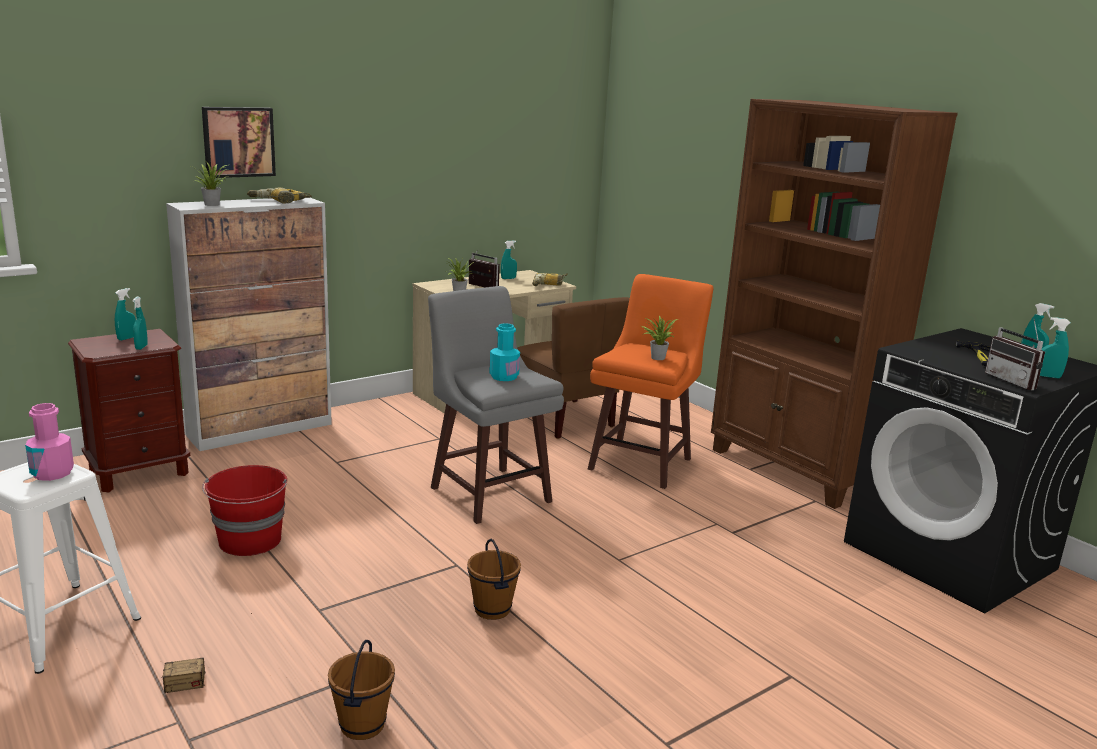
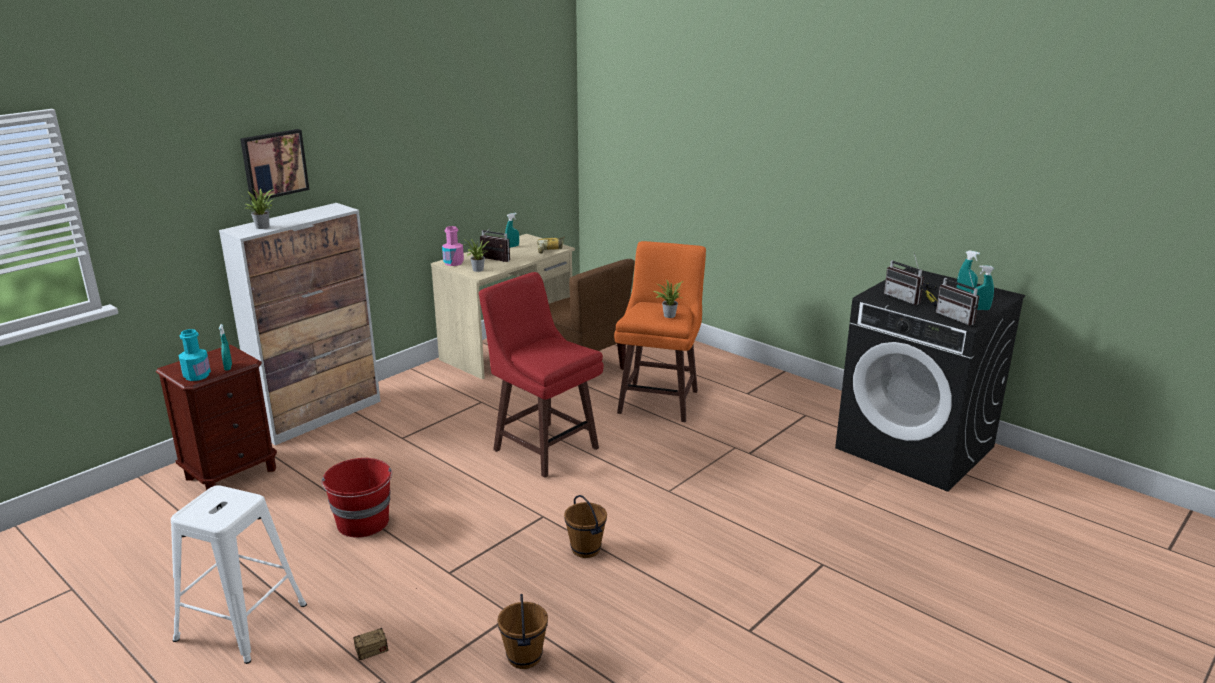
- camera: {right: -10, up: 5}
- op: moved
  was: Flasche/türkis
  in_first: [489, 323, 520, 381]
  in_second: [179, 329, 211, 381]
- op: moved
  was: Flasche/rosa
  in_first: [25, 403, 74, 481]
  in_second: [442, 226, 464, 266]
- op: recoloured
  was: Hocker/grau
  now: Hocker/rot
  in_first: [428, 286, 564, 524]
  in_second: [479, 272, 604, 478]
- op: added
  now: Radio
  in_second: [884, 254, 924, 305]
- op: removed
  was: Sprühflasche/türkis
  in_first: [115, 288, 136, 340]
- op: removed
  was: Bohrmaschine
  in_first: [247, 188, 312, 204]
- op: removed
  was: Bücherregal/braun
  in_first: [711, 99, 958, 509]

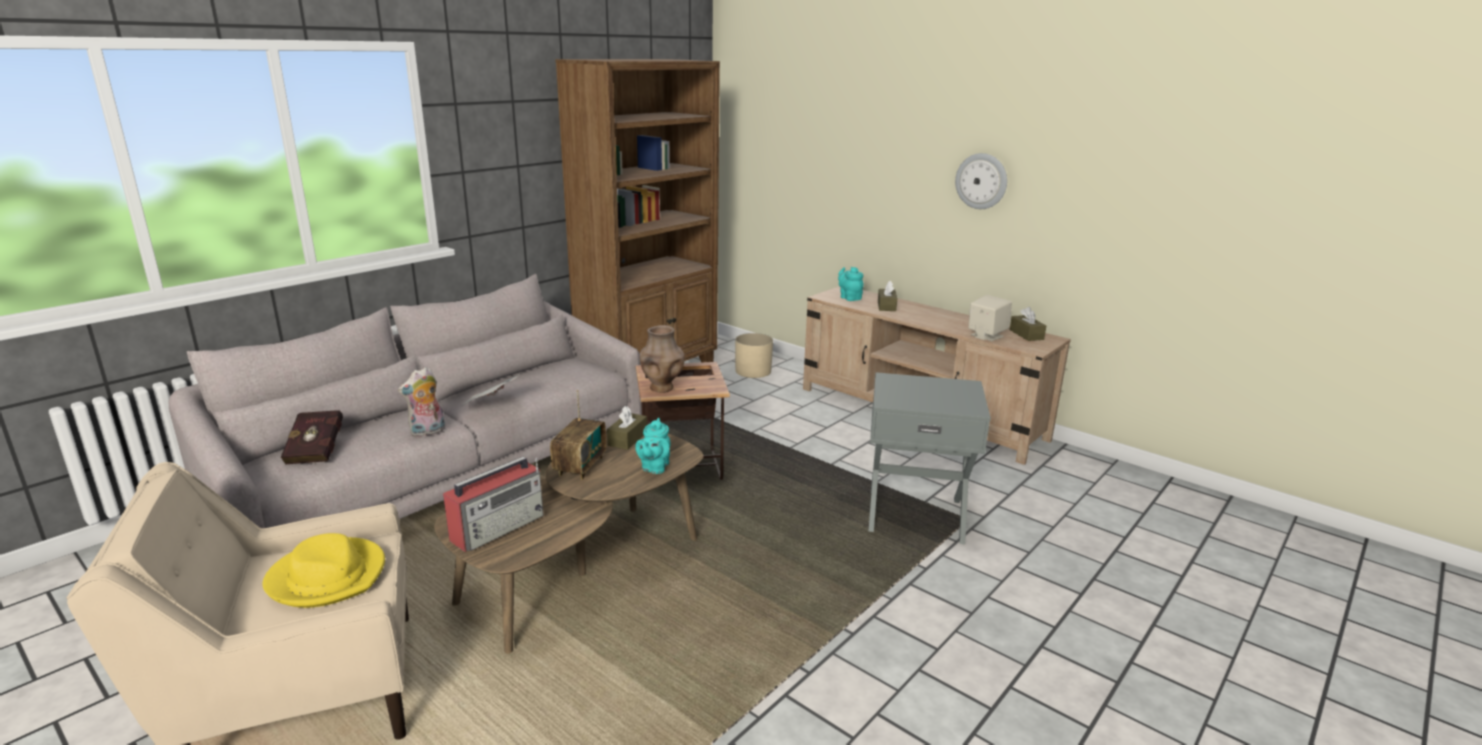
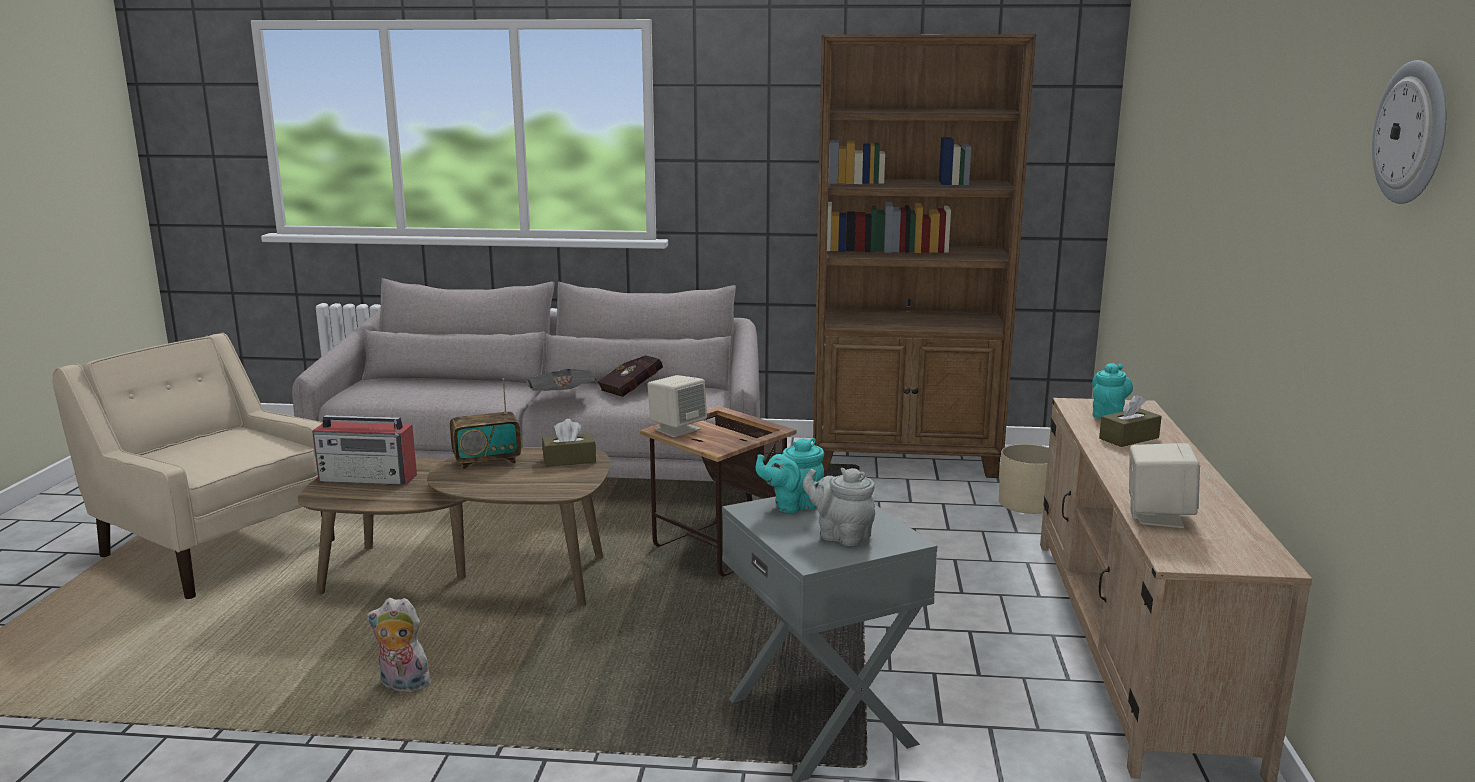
- camera: {right: 55, up: -5}
- op: moved
  was: Plüschtier
  in_first: [398, 367, 445, 437]
  in_second: [367, 598, 435, 692]
- op: moved
  was: Buch/rot
  in_first: [281, 410, 343, 465]
  in_second: [598, 355, 663, 397]
- op: replaced
  was: Vase/braun
  now: Lautsprecher/beige
  in_first: [640, 325, 684, 393]
  in_second: [647, 375, 707, 437]
- op: moved
  was: Teekanne/türkis
  in_first: [635, 418, 671, 474]
  in_second: [756, 438, 824, 513]
- op: added
  now: Teekanne/grau
  in_second: [803, 468, 875, 546]
- op: moved
  was: Wanduhr
  in_first: [955, 153, 1007, 209]
  in_second: [1372, 60, 1447, 204]
- op: removed
  was: Hut/gelb
  in_first: [263, 533, 385, 608]
- op: removed
  was: Taschentuchbox/braun
  in_first: [1010, 307, 1046, 341]

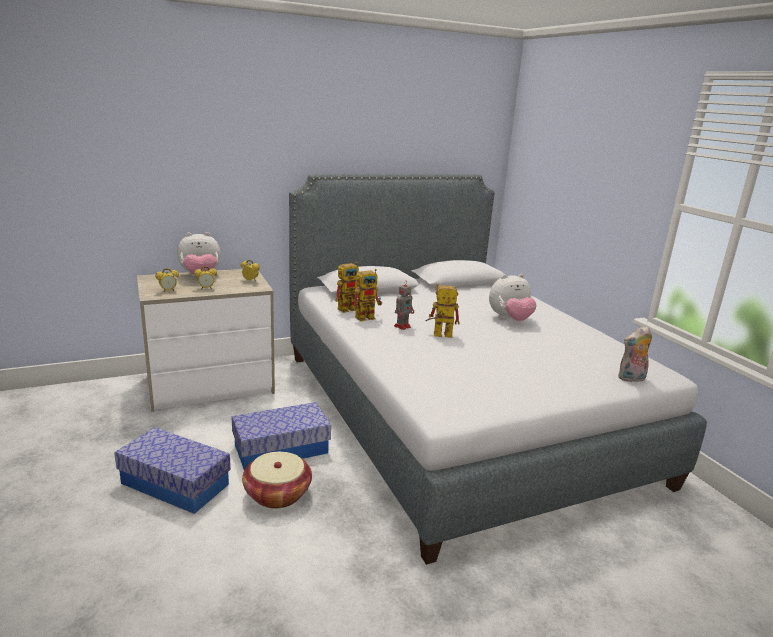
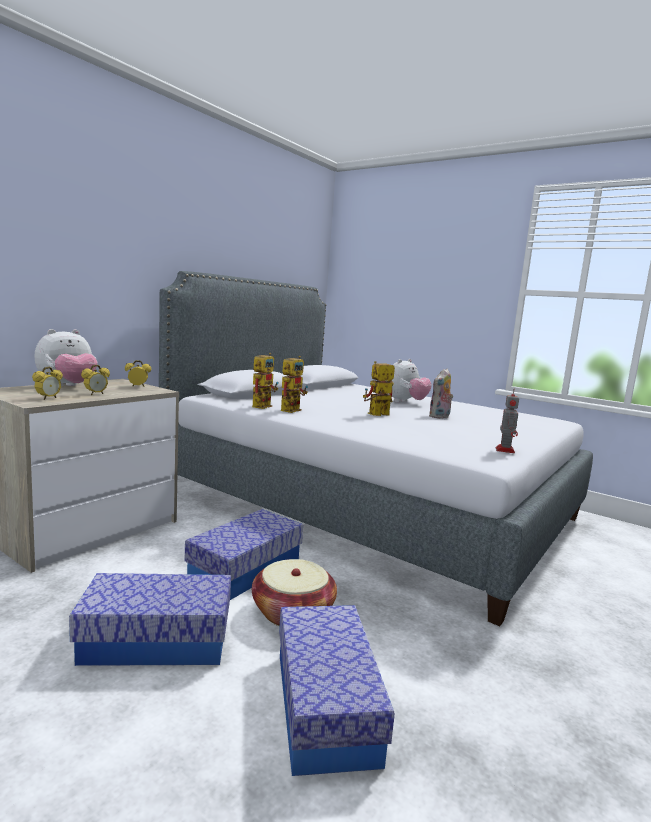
- camera: {right: -30, up: -10}
- op: added
  now: Aufbewahrungsbox
  in_second: [279, 605, 395, 776]
- op: moved
  was: Plüschtier
  in_first: [618, 326, 652, 382]
  in_second: [429, 369, 453, 419]
- op: moved
  was: Spielzeugroboter
  in_first: [394, 280, 414, 330]
  in_second: [496, 390, 519, 453]

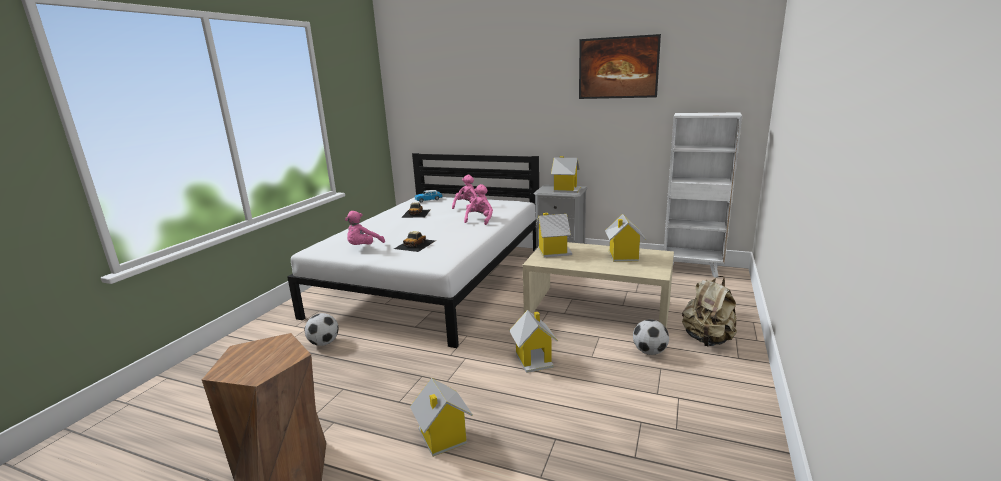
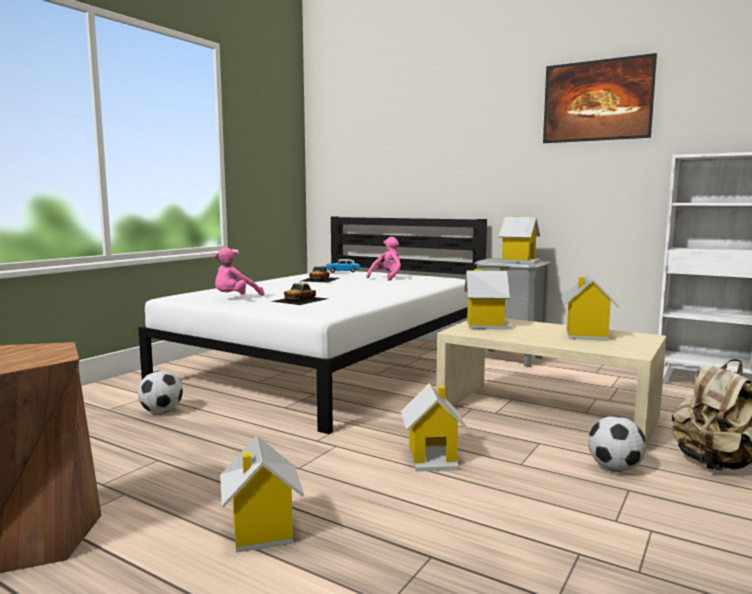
- camera: {right: 10, up: -10}
- op: removed
  was: Plüschtier/rosa
  in_first: [464, 184, 493, 225]

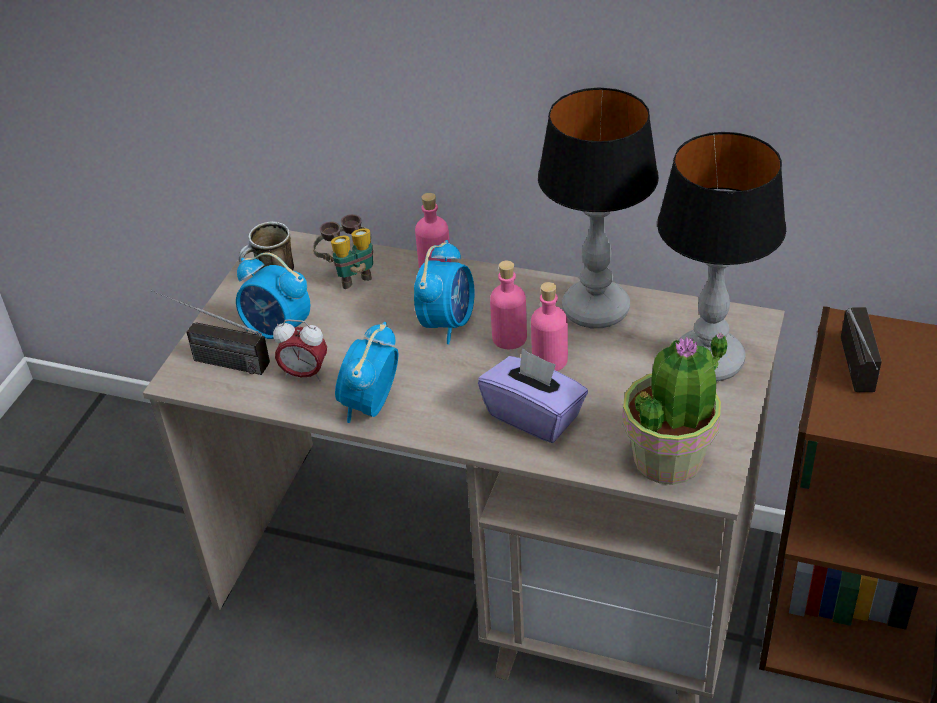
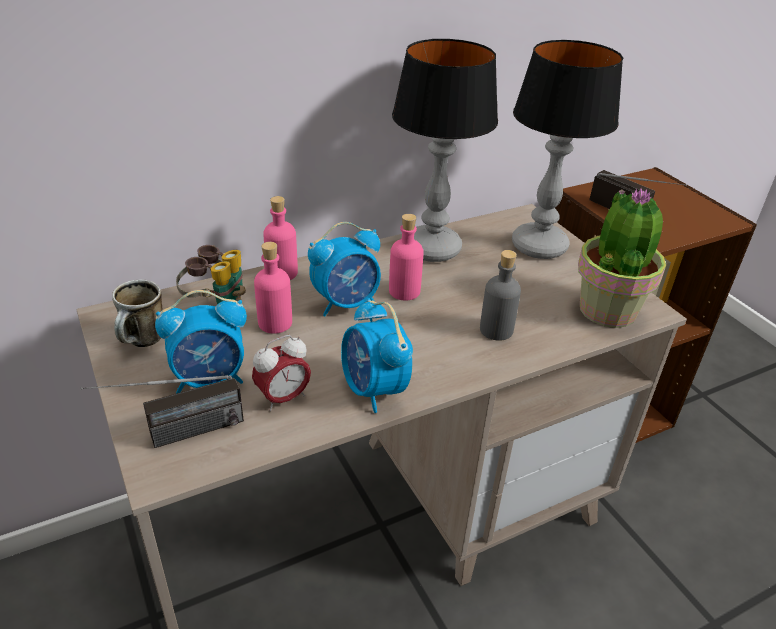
- camera: {right: -50, up: -5}
- op: moved
  was: Flasche/rosa
  in_first: [531, 282, 568, 371]
  in_second: [254, 242, 292, 334]
- op: turned
  was: Wecker
  in_first: [414, 240, 475, 344]
  in_second: [308, 222, 381, 316]
  clockwise: 90
- op: replaced
  was: Taschentuchbox/lila
  now: Flasche/grau
  in_first: [478, 348, 588, 443]
  in_second: [480, 250, 521, 341]

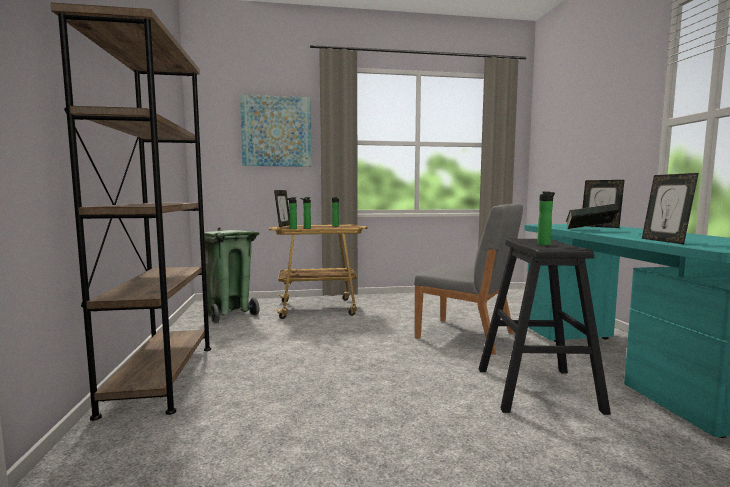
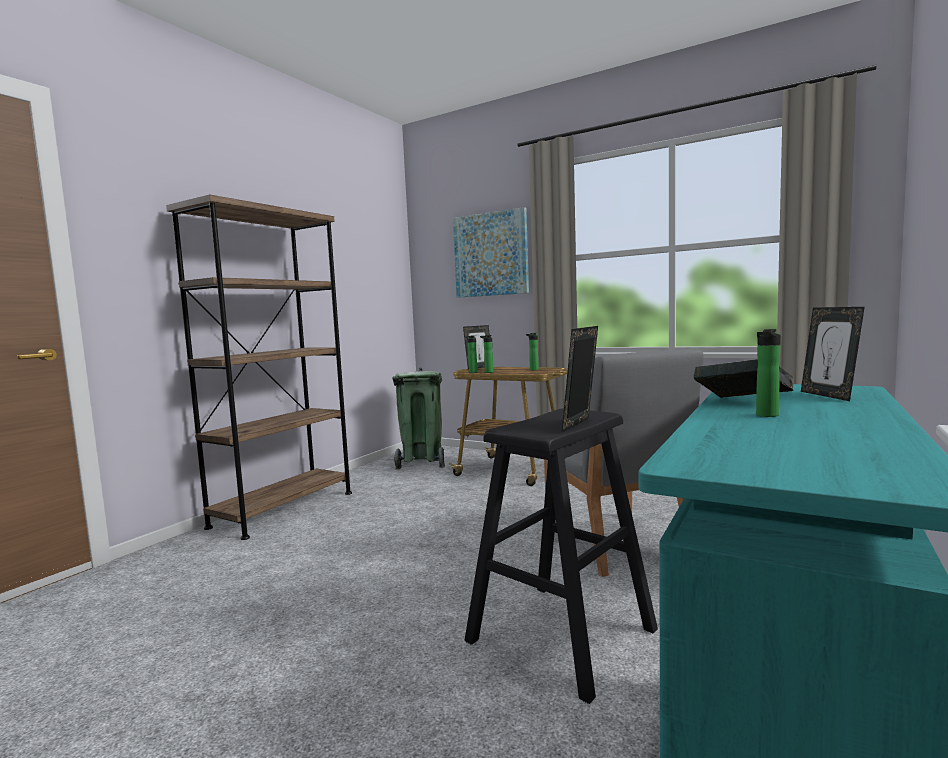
- camera: {right: 40, up: 0}
- op: moved
  was: Bilderrahmen
  in_first: [642, 173, 699, 244]
  in_second: [562, 326, 598, 432]
- op: moved
  was: Flasche
  in_first: [537, 191, 555, 245]
  in_second: [756, 329, 781, 417]

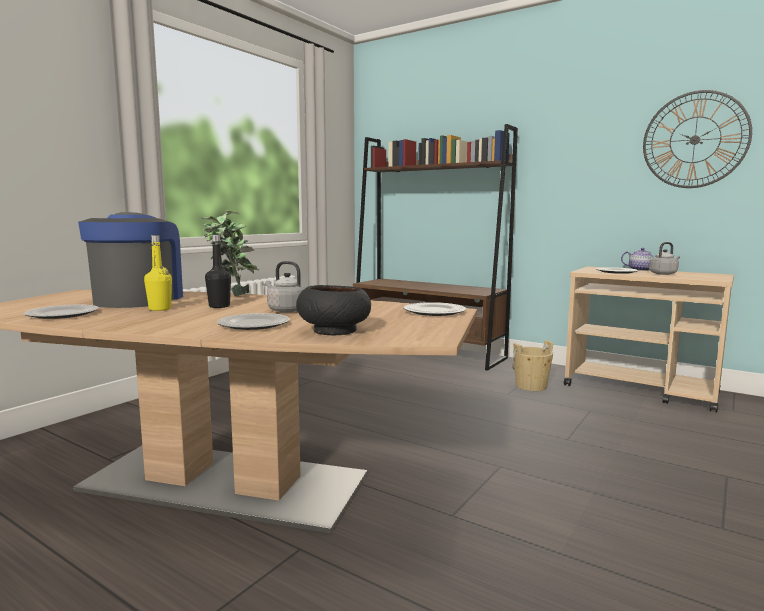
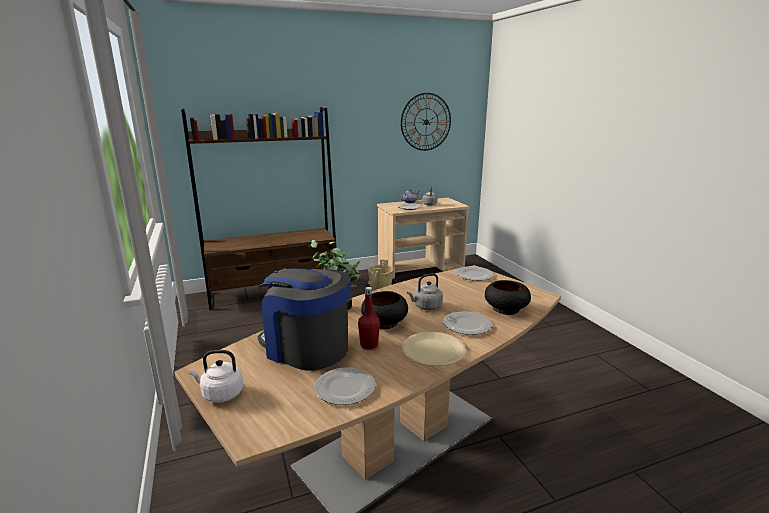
- camera: {right: -55, up: 10}
- op: added
  now: Wasserkessel/weiß
  in_second: [189, 350, 243, 402]
- op: recoloured
  was: Flasche/gelb
  now: Flasche/rot
  in_first: [144, 235, 172, 311]
  in_second: [358, 287, 380, 350]
- op: replaced
  was: Flasche/schwarz
  now: Schüssel/schwarz
  in_first: [205, 235, 231, 308]
  in_second: [361, 291, 408, 329]
- op: added
  now: Teller/beige
  in_second: [402, 332, 466, 366]

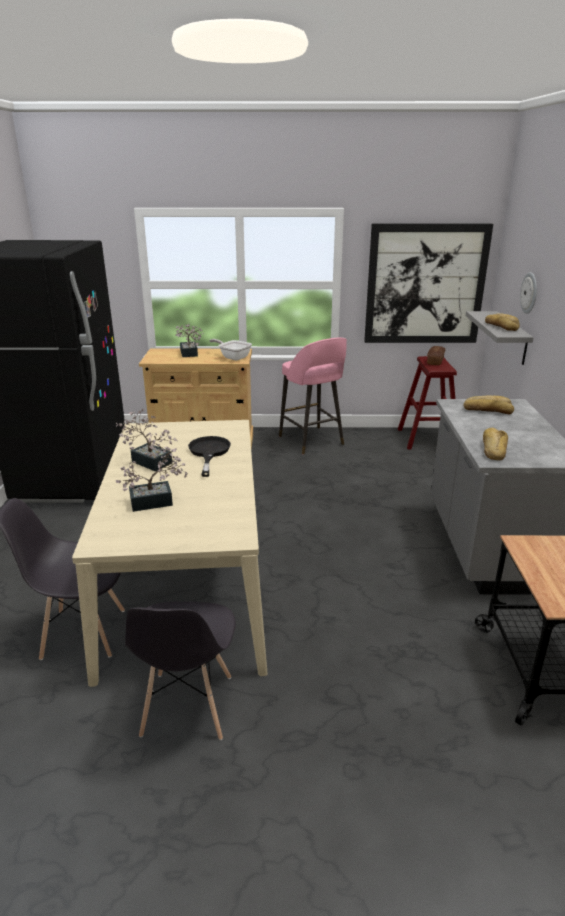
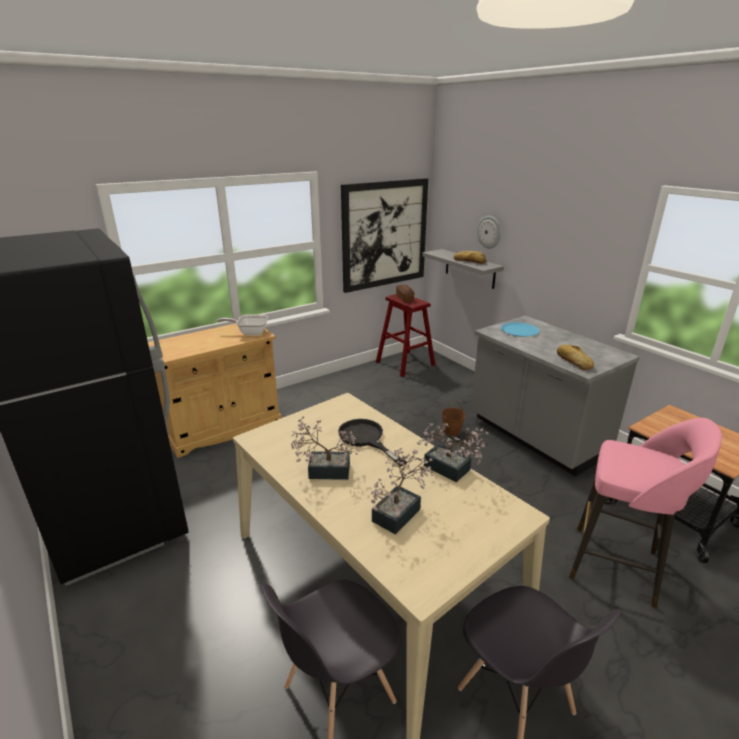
- camera: {right: -35, up: 0}
- op: moved
  was: Topfpflanze
  in_first: [175, 324, 204, 357]
  in_second: [417, 423, 489, 482]
- op: added
  now: Eimer/braun
  in_second: [442, 401, 466, 436]
- op: replaced
  was: Brot
  now: Teller/blau
  in_first: [463, 395, 514, 414]
  in_second: [501, 322, 539, 337]
- op: moved
  was: Hocker/rosa
  in_first: [279, 338, 347, 455]
  in_second: [569, 418, 722, 608]

